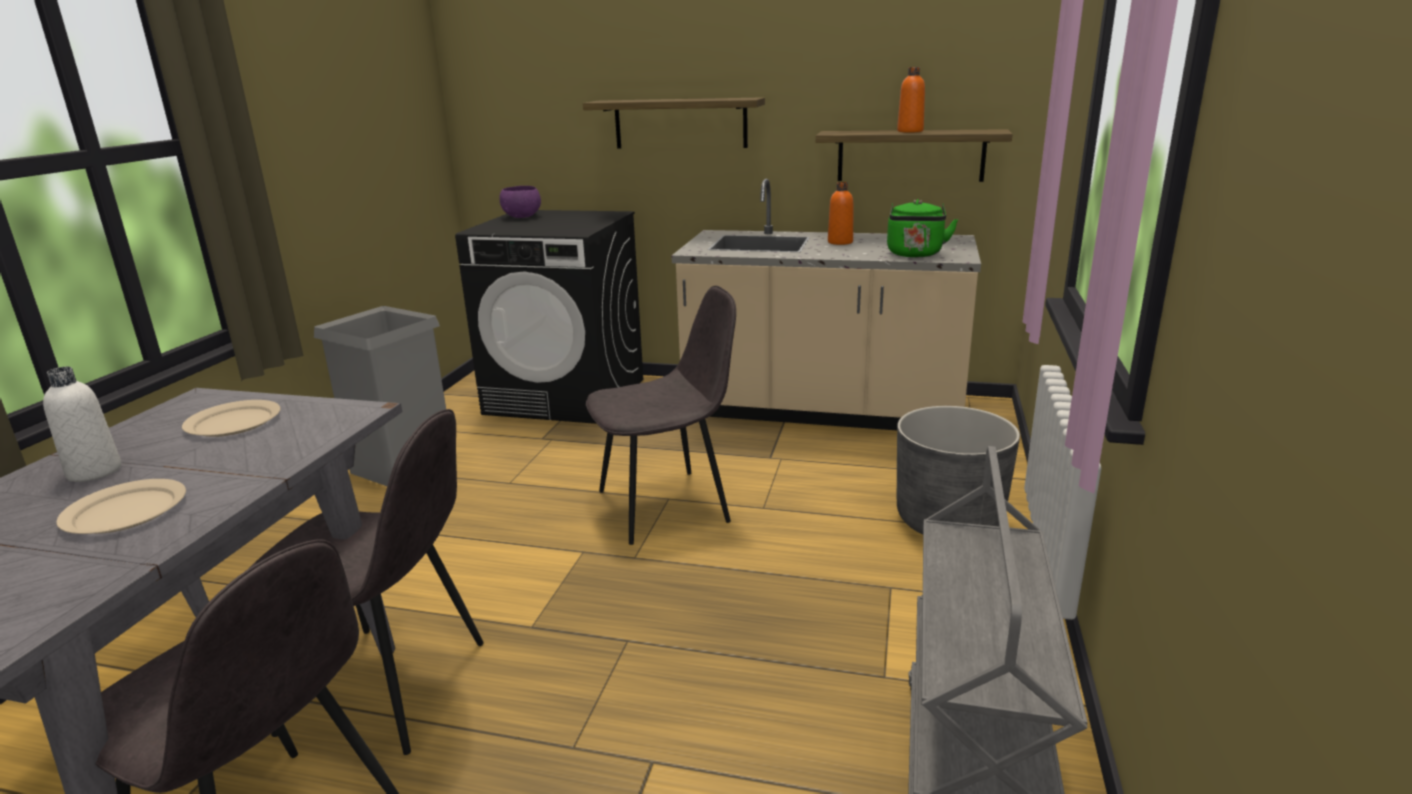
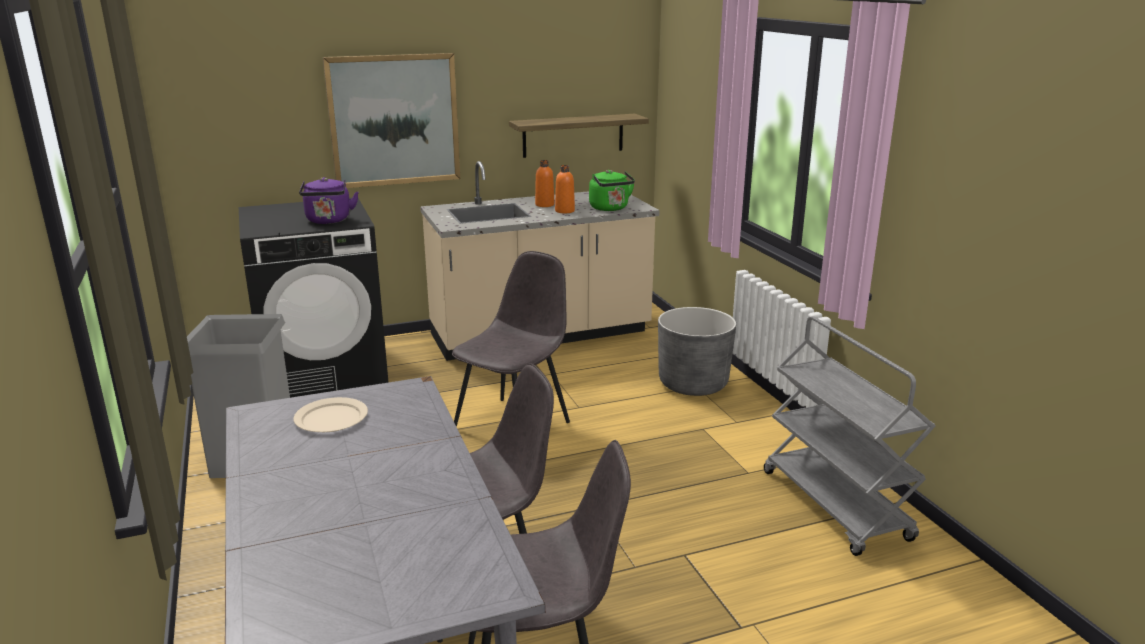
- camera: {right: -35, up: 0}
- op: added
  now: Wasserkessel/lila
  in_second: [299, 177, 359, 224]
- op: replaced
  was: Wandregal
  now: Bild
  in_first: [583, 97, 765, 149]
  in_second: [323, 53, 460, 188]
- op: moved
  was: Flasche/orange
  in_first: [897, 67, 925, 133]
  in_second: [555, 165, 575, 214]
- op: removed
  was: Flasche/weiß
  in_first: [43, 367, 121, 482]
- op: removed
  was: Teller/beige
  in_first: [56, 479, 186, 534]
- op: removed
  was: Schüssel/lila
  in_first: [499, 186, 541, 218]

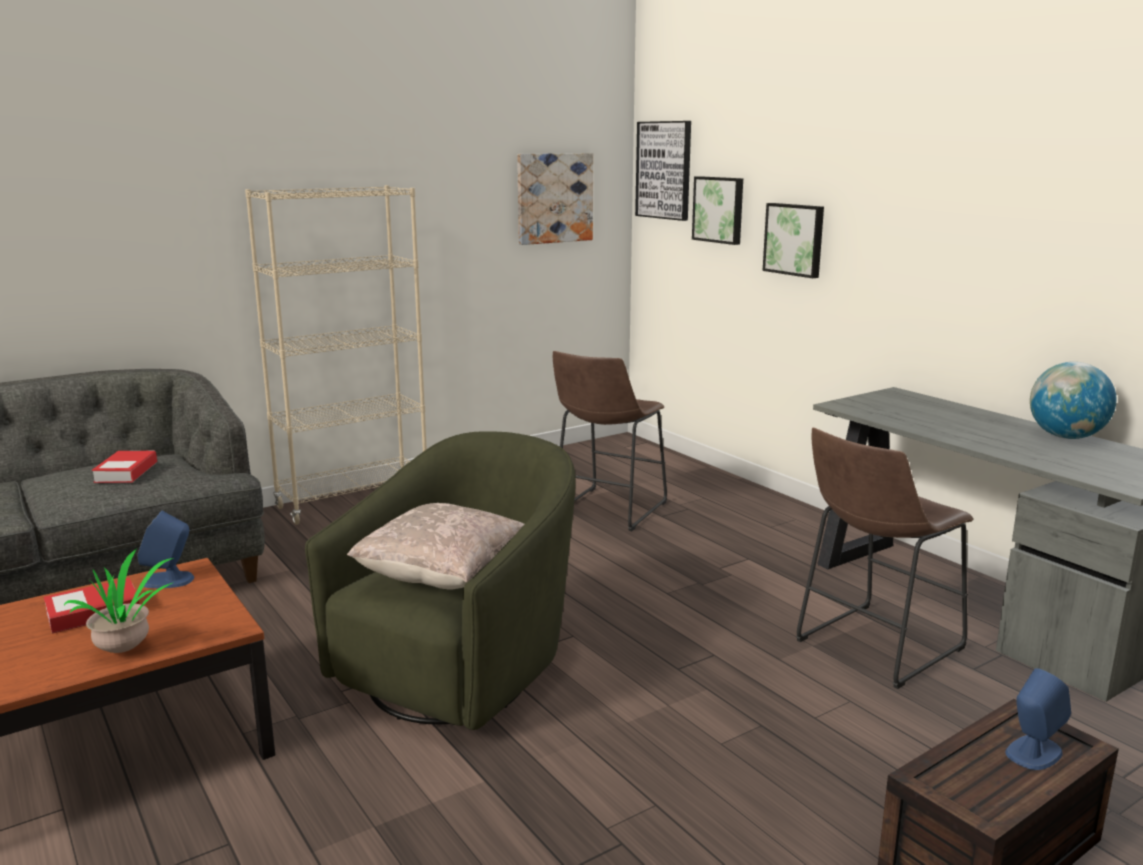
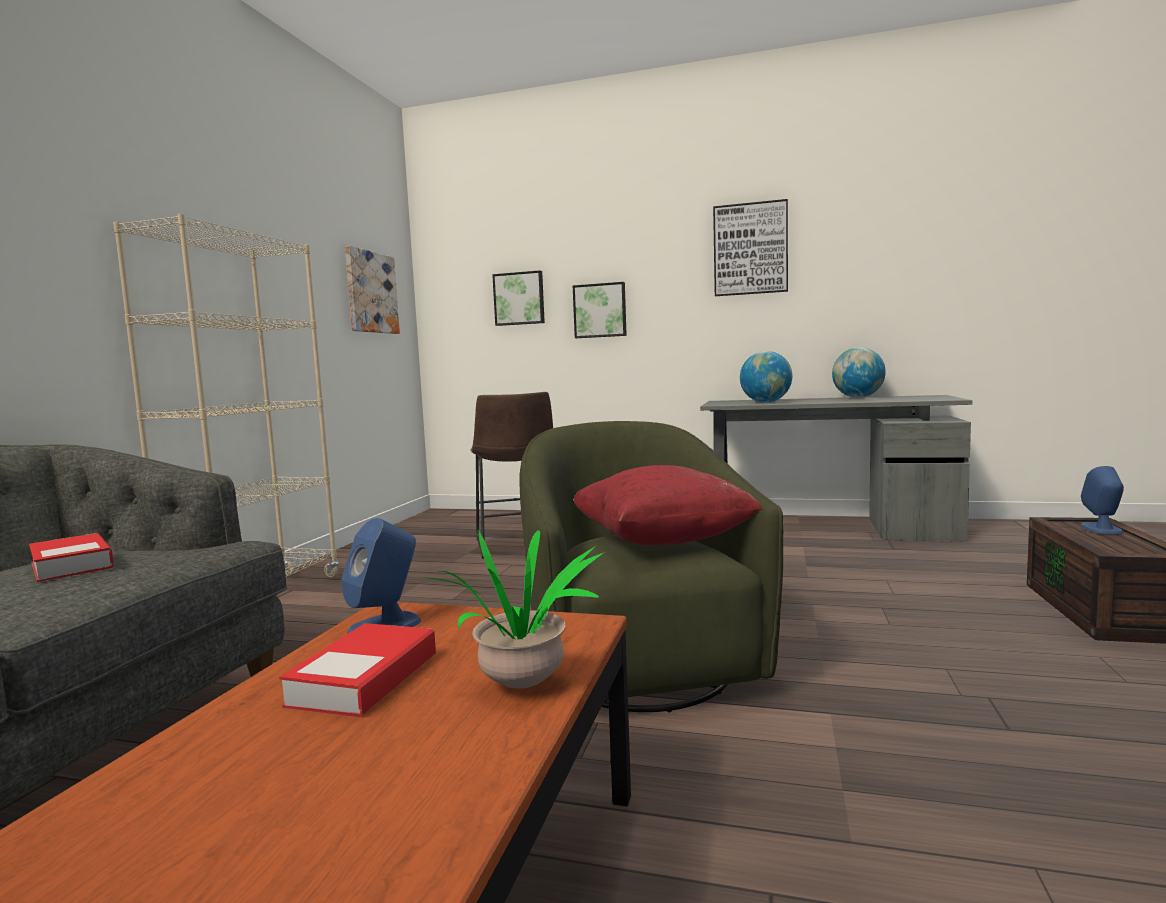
- camera: {right: -40, up: -10}
- op: recoloured
  was: Kissen/beige
  now: Kissen/rot
  in_first: [347, 503, 524, 590]
  in_second: [573, 465, 762, 546]
- op: moved
  was: Bild
  in_first: [635, 121, 691, 221]
  in_second: [713, 199, 788, 296]
- op: added
  now: Globus
  in_second: [740, 351, 792, 403]
- op: removed
  was: Hocker/braun
  in_first: [796, 428, 973, 689]

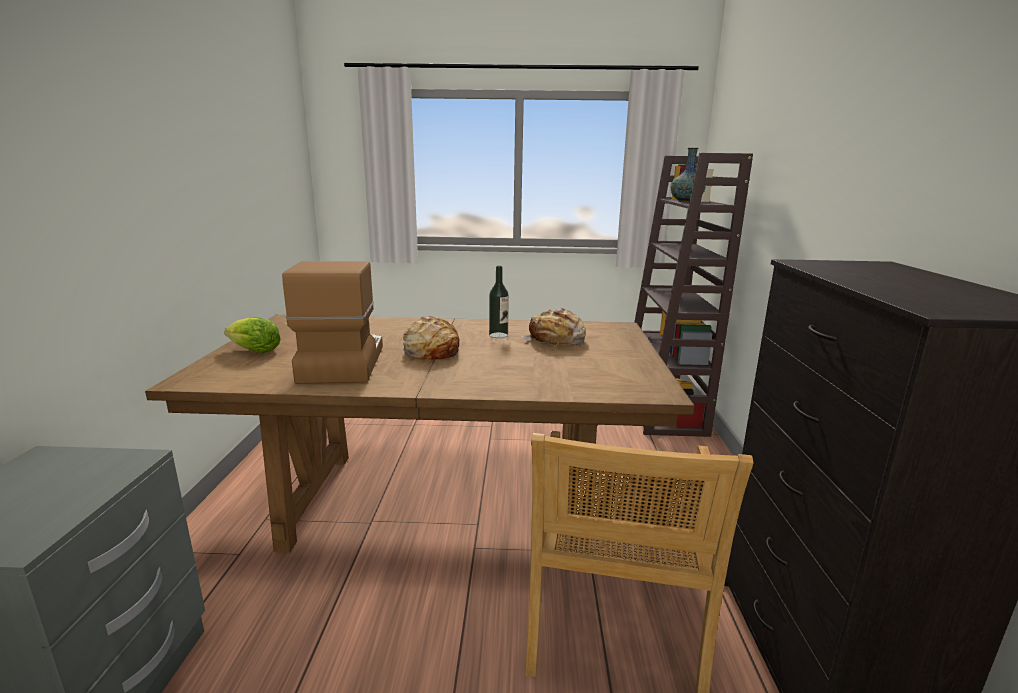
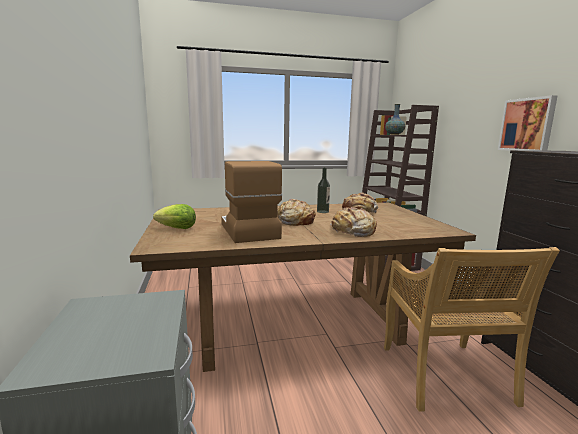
- camera: {right: -15, up: -5}
- op: added
  now: Brot
  in_second: [330, 207, 377, 237]
- op: added
  now: Bild
  in_second: [498, 95, 557, 151]

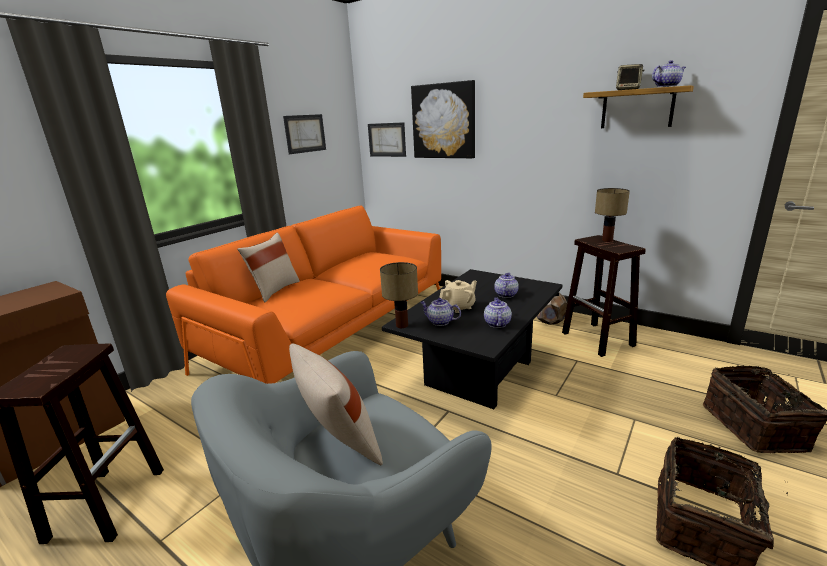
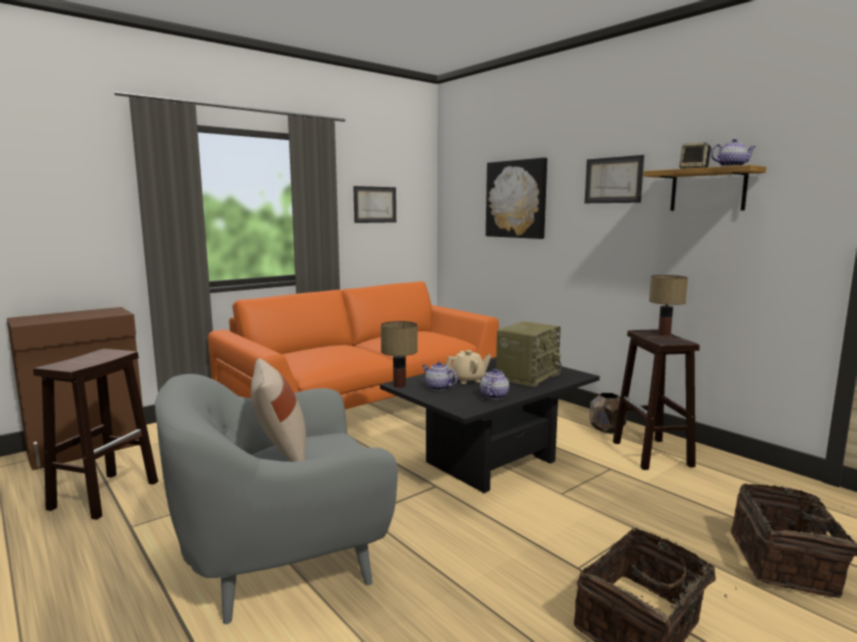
- camera: {right: 15, up: -10}
- op: replaced
  was: Teekanne
  now: Radio
  in_first: [494, 273, 519, 298]
  in_second: [496, 321, 562, 387]
- op: moved
  was: Bild
  in_first: [368, 122, 406, 157]
  in_second: [585, 155, 644, 203]
- op: removed
  was: Kissen/beige
  in_first: [237, 233, 300, 302]

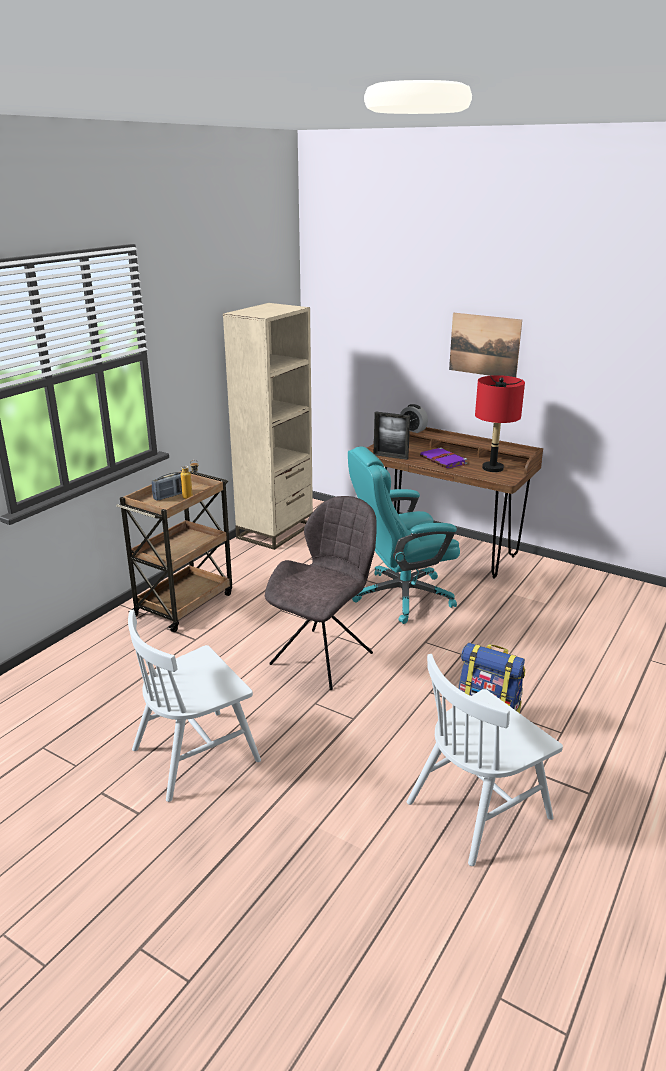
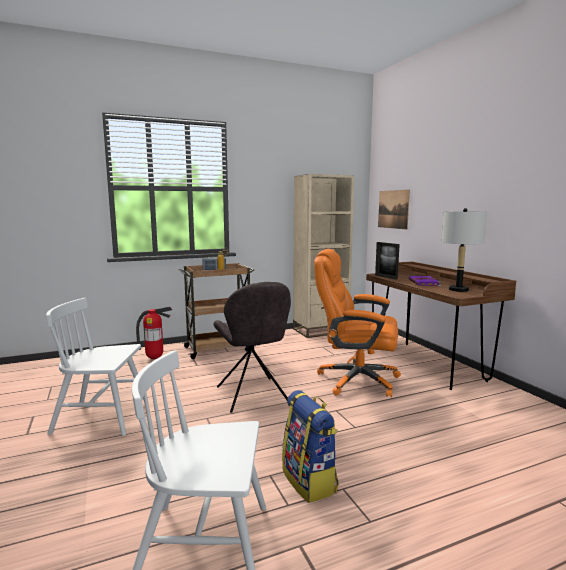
- camera: {right: 35, up: -15}
- op: added
  now: Feuerlöscher
  in_second: [136, 307, 172, 359]
- op: turned
  was: Stuhl/grau
  in_first: [265, 496, 377, 690]
  in_second: [213, 282, 291, 413]
  clockwise: 90
- op: recoloured
  was: Bürostuhl/türkis
  now: Bürostuhl/orange
  in_first: [348, 447, 460, 624]
  in_second: [314, 249, 401, 397]
- op: moved
  was: Bild
  in_first: [449, 313, 522, 377]
  in_second: [378, 190, 410, 229]
- op: recoloured
  was: Tischlampe/rot
  now: Tischlampe/grau
  in_first: [475, 375, 525, 472]
  in_second: [442, 208, 487, 292]
- op: removed
  was: Wecker
  in_first: [400, 404, 428, 433]

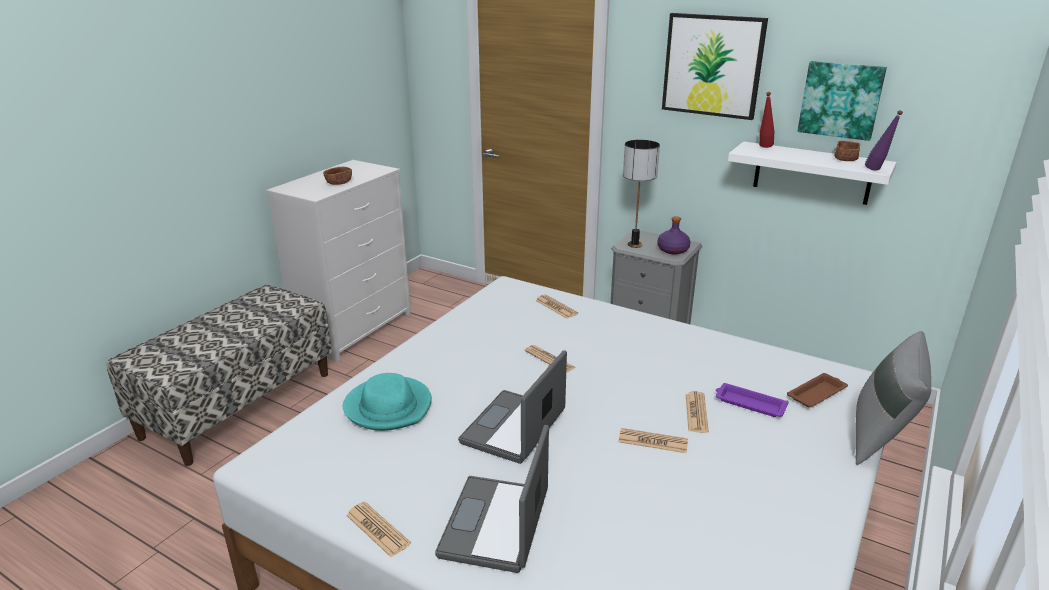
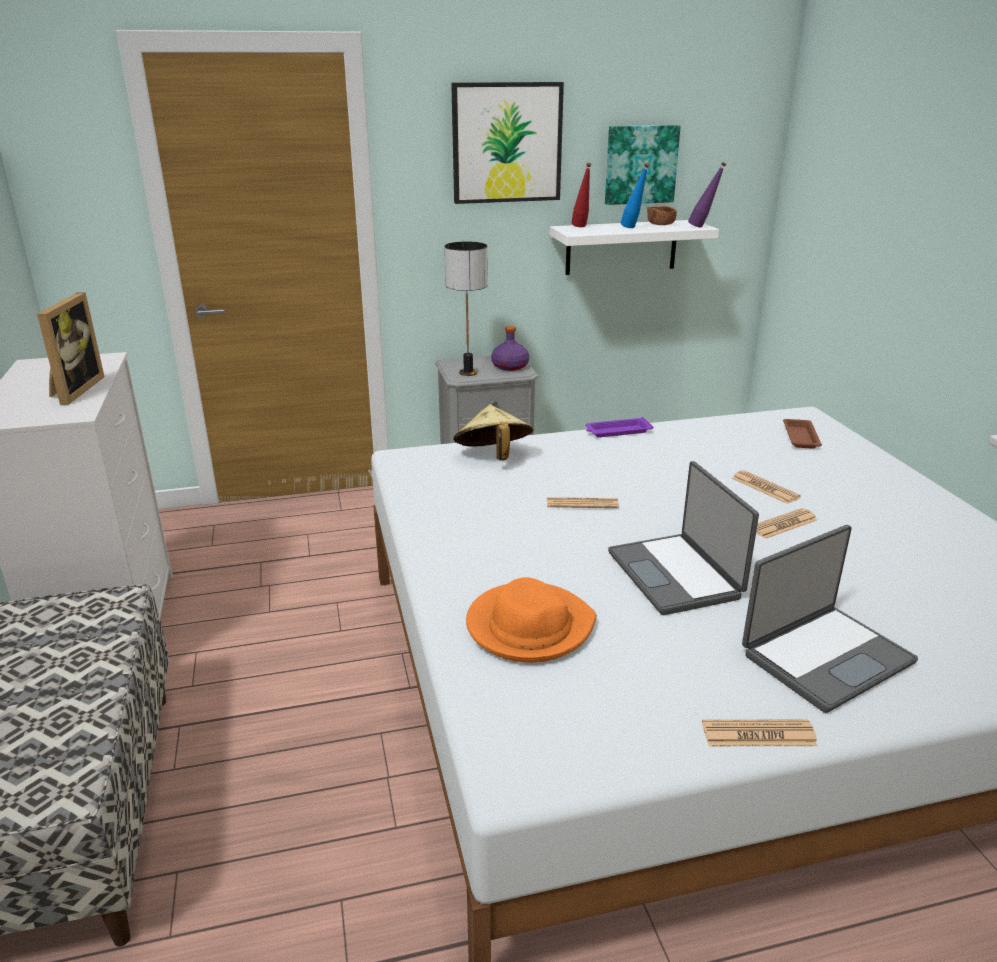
- camera: {right: -45, up: 0}
- op: replaced
  was: Schüssel/braun
  now: Bilderrahmen
  in_first: [323, 167, 352, 185]
  in_second: [37, 292, 105, 405]
- op: replaced
  was: Zeitung
  now: Hut/beige
  in_first: [535, 295, 578, 319]
  in_second: [453, 404, 533, 461]
- op: recoloured
  was: Hut/türkis
  now: Hut/orange
  in_first: [343, 373, 432, 431]
  in_second: [466, 577, 597, 663]
- op: moved
  was: Tablett/lila
  in_first: [716, 383, 789, 417]
  in_second: [586, 417, 653, 437]
- op: added
  now: Flasche/blau
  in_second: [620, 163, 649, 228]
- op: turned
  was: Laptop
  in_first: [435, 425, 549, 573]
  in_second: [742, 525, 918, 713]
  clockwise: -90
- op: removed
  was: Kissen/grau
  in_first: [855, 331, 931, 465]

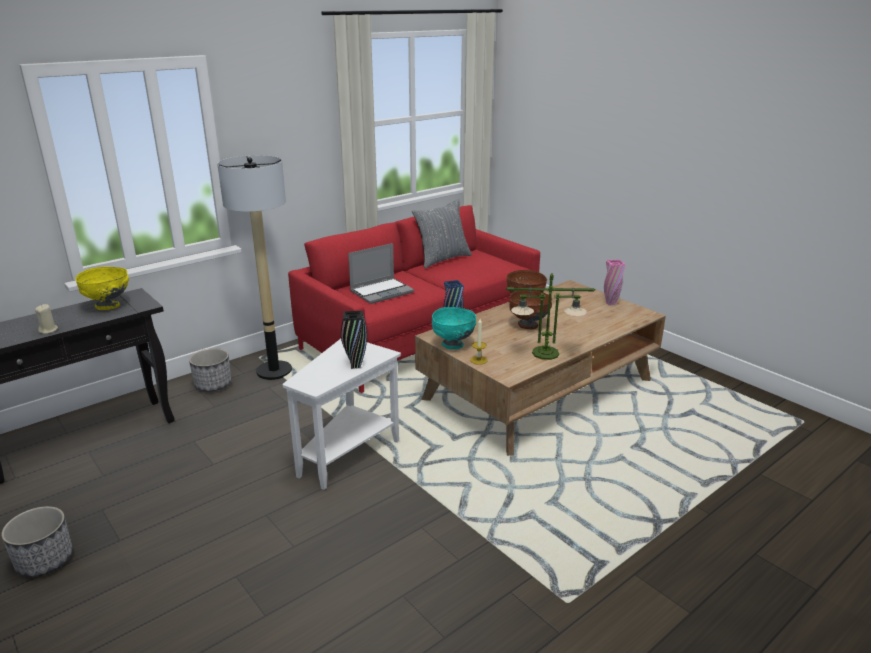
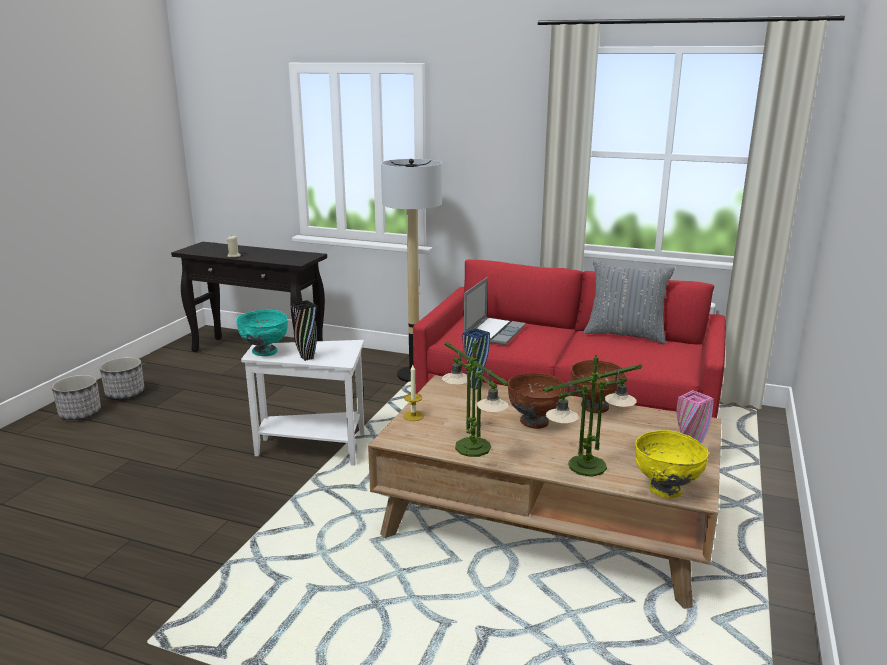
- camera: {right: 60, up: -5}
- op: moved
  was: Pflanzkübel
  in_first: [189, 348, 231, 391]
  in_second: [52, 375, 101, 420]
- op: moved
  was: Schüssel/türkis
  in_first: [432, 307, 476, 349]
  in_second: [236, 310, 288, 356]
- op: turned
  was: Laptop
  in_first: [348, 243, 414, 304]
  in_second: [464, 277, 526, 345]
  clockwise: -90
- op: added
  now: Tischlampe
  in_second: [543, 355, 642, 477]
- op: moved
  was: Schüssel/gelb
  in_first: [75, 266, 129, 310]
  in_second: [635, 430, 708, 498]

